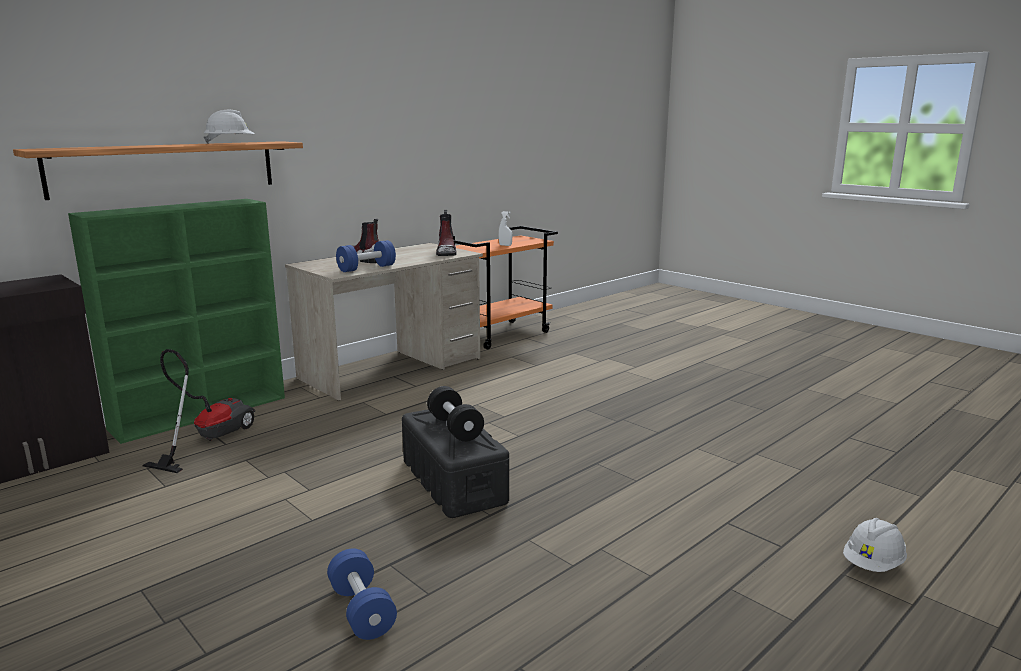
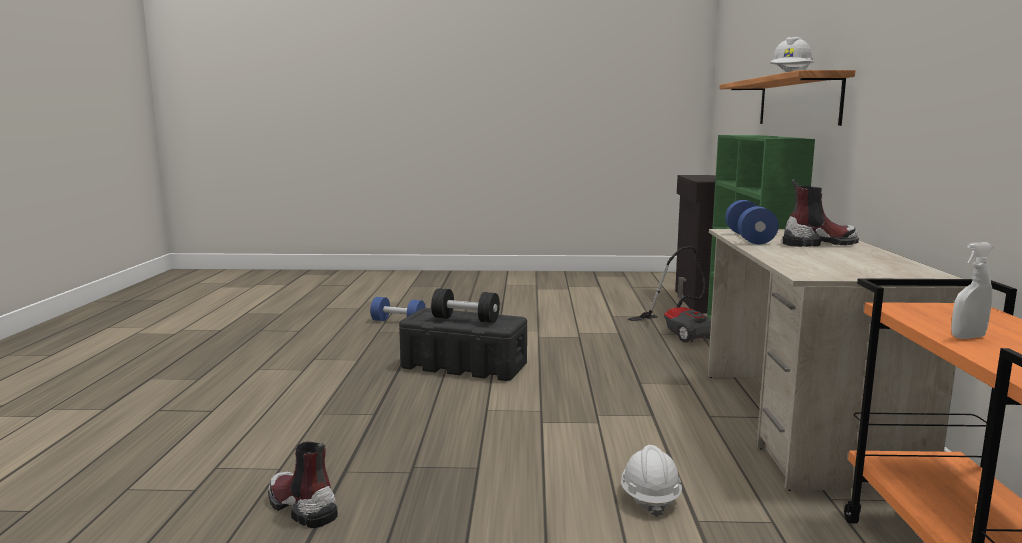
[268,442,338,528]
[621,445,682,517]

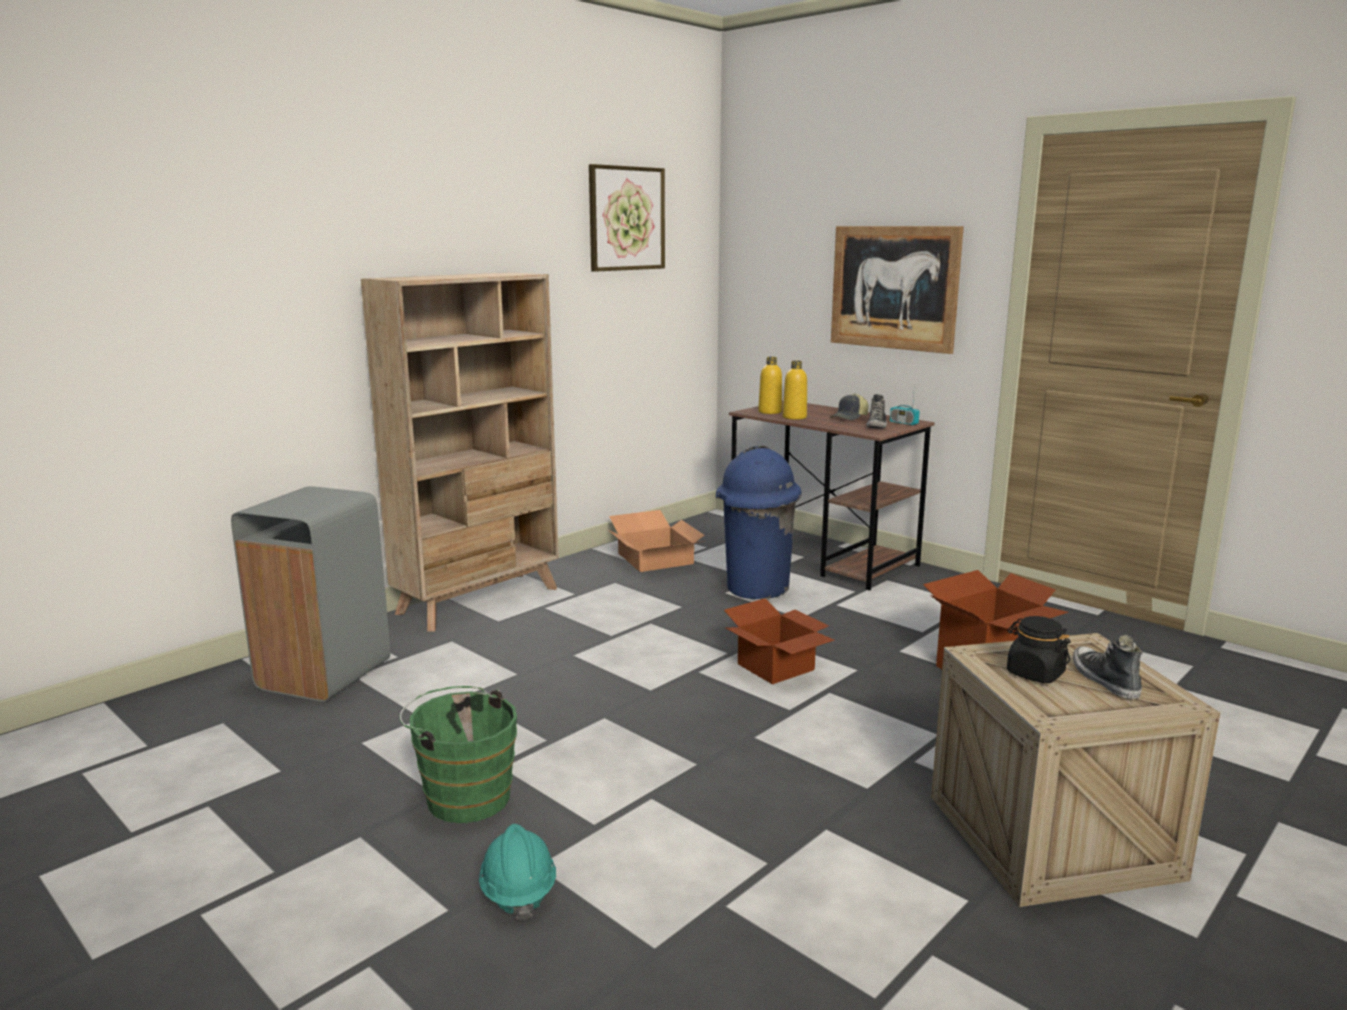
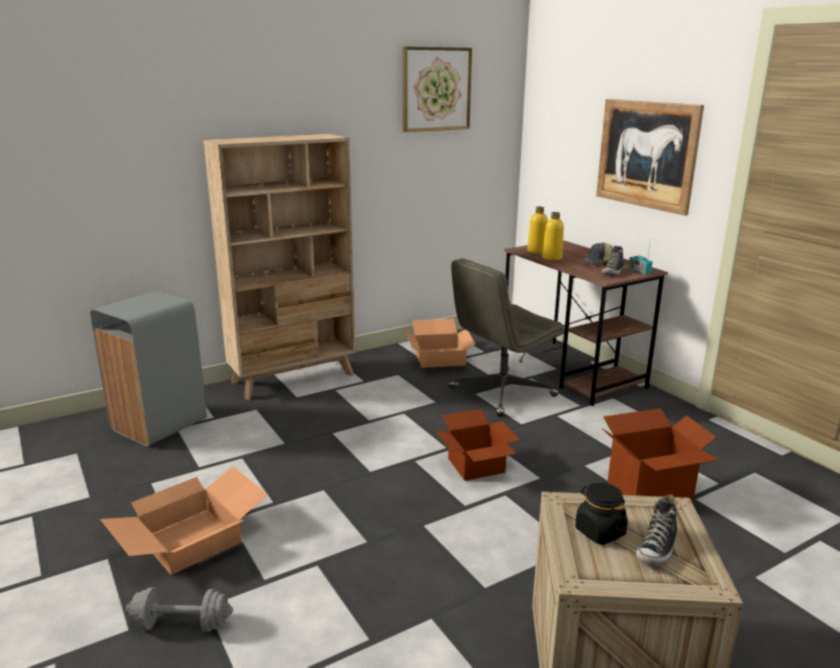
[449,258,565,416]
[636,494,678,566]
[100,466,268,575]
[126,588,233,632]

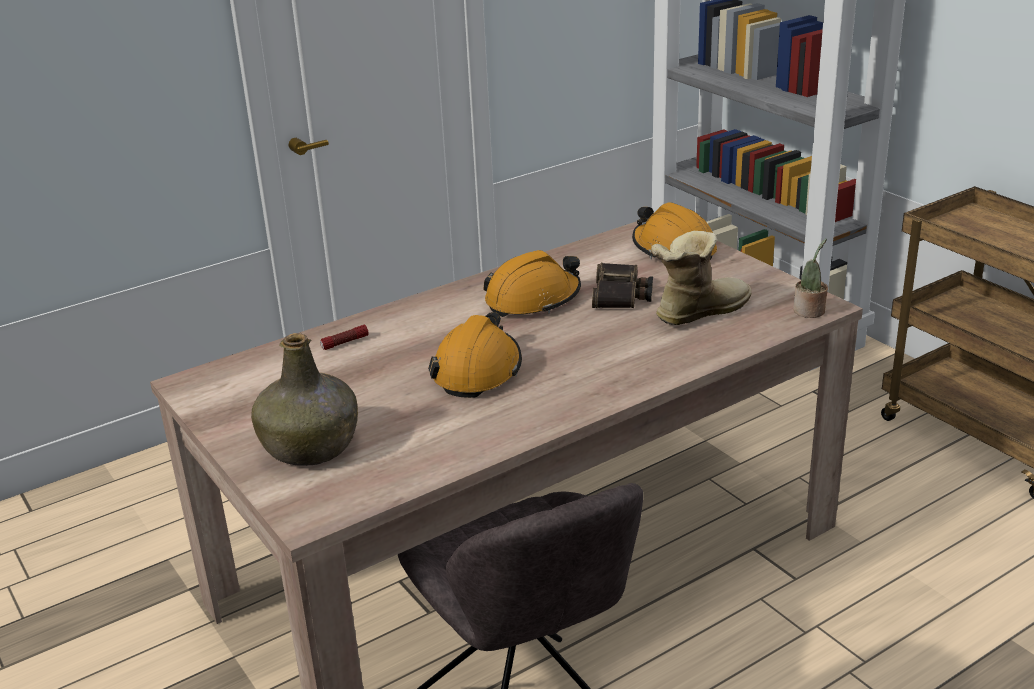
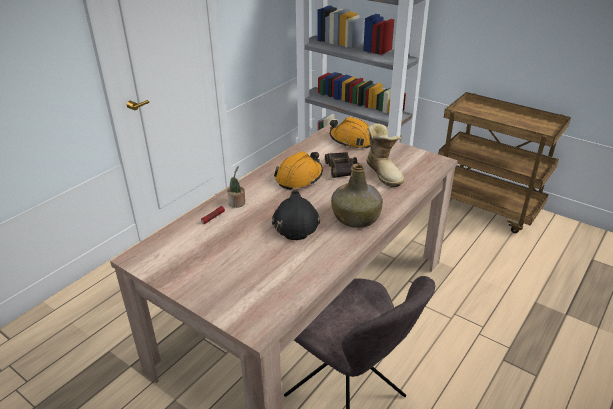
[366,123,404,187]
[227,166,245,208]
[272,190,320,240]
[331,163,383,228]

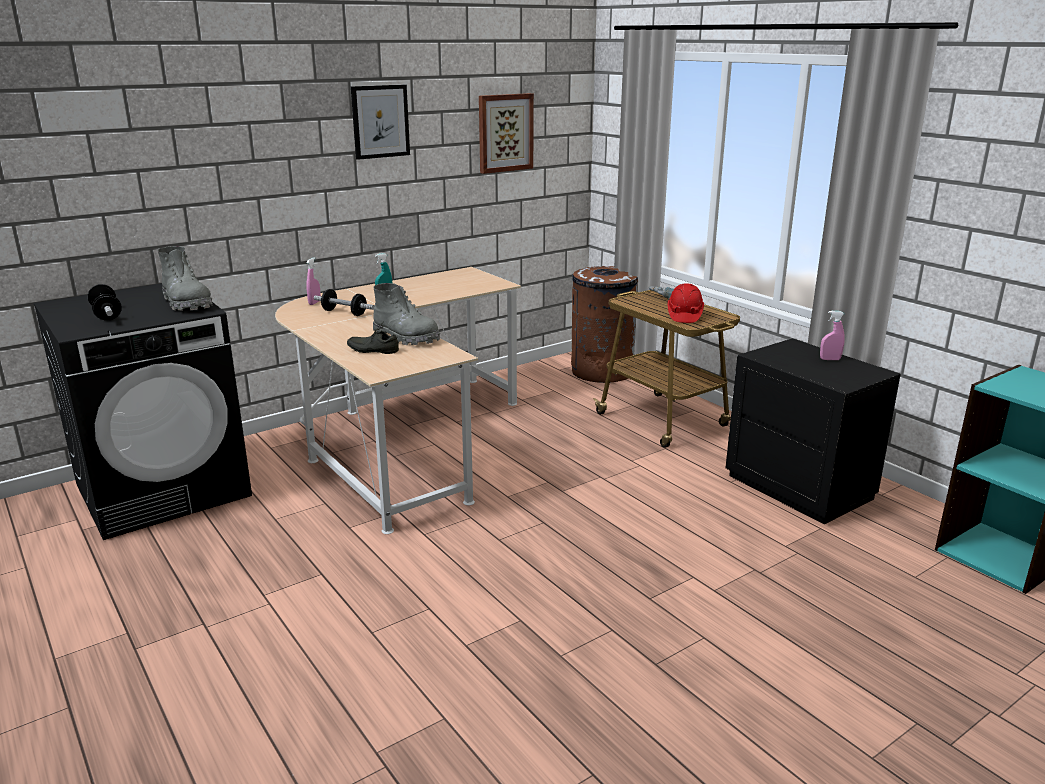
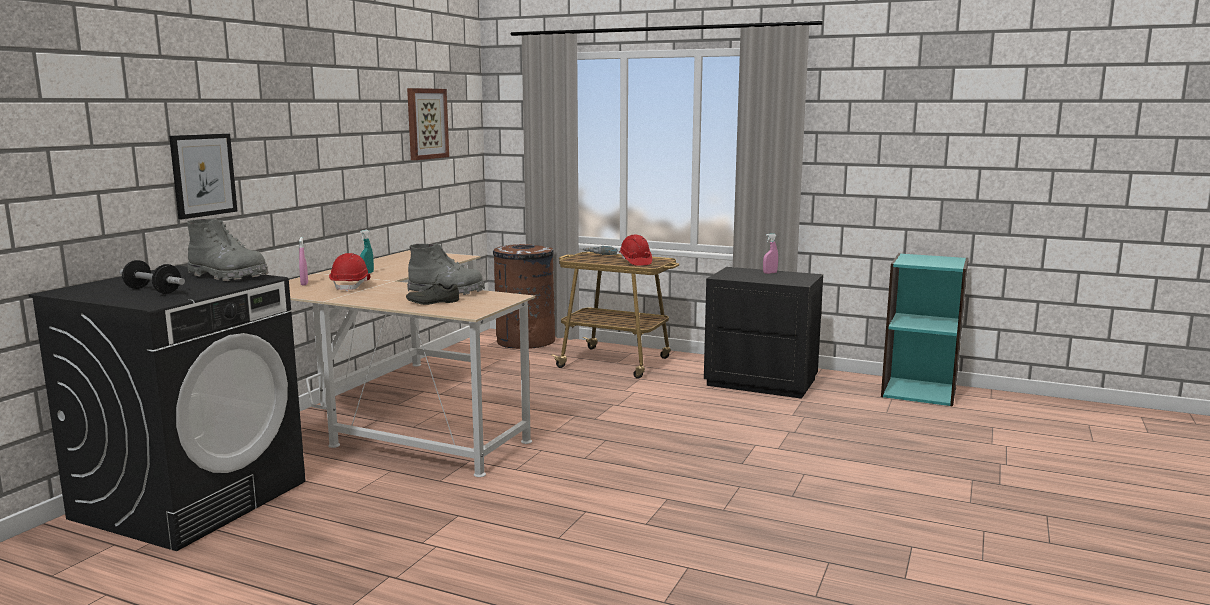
[169,134,238,219]
[329,253,370,292]

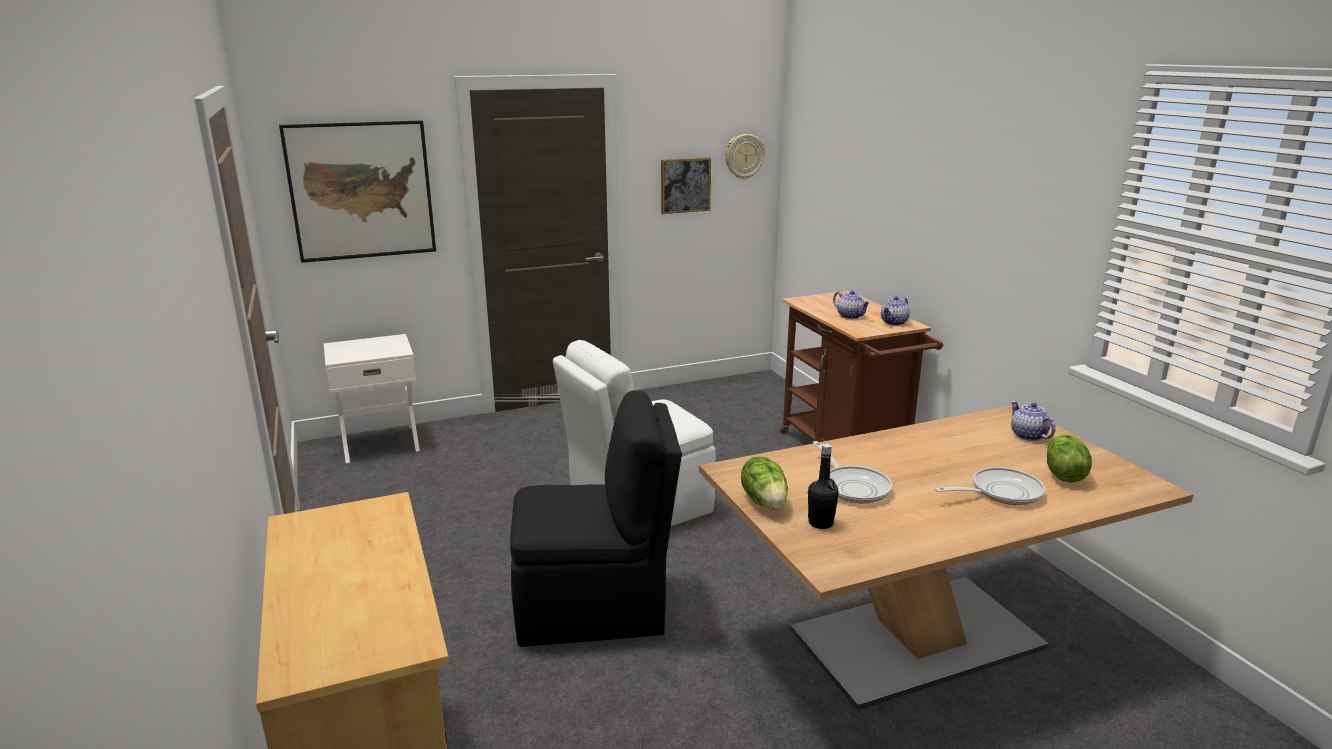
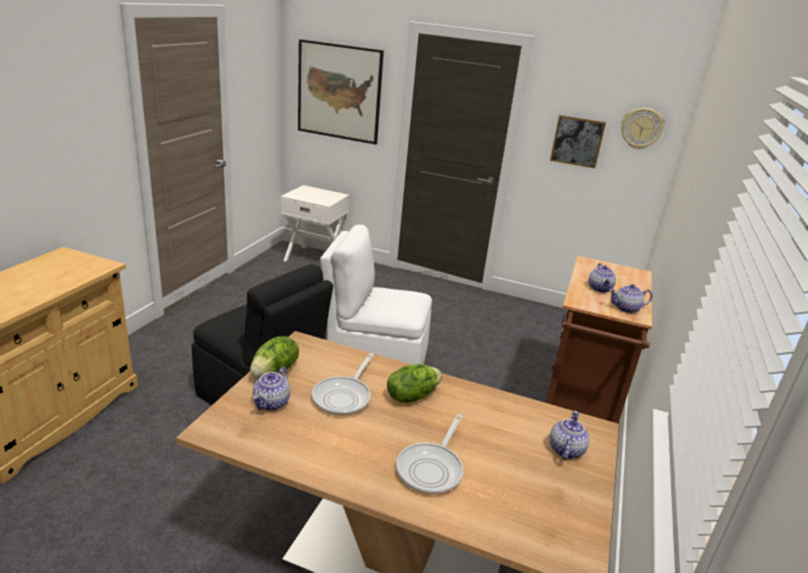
[387,364,442,403]
[253,367,290,410]
[396,414,464,494]

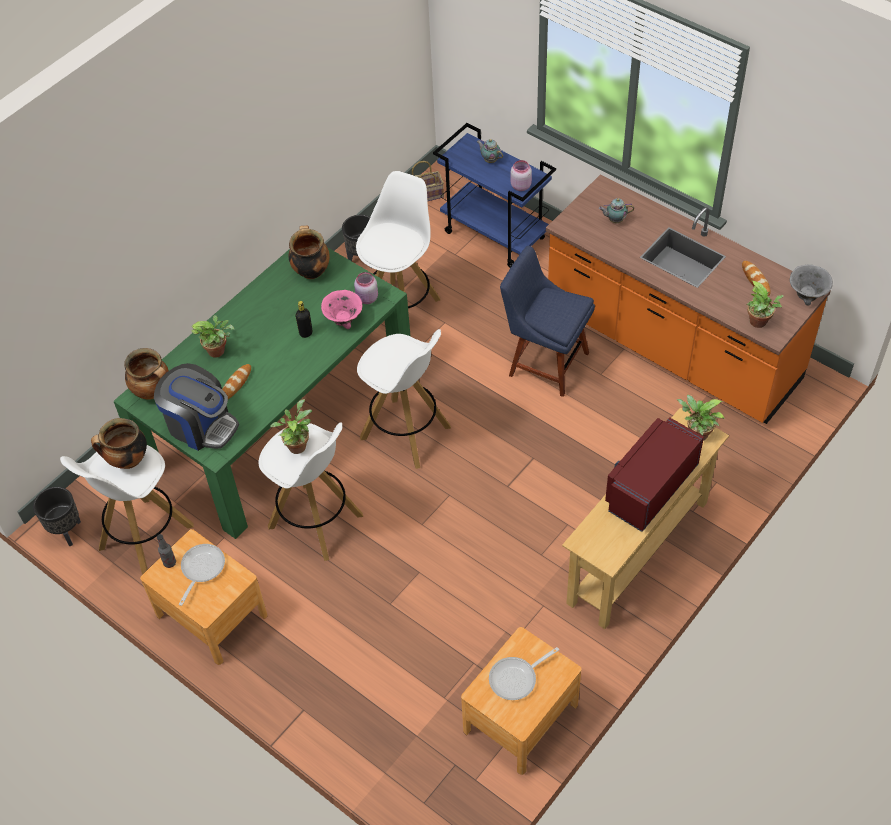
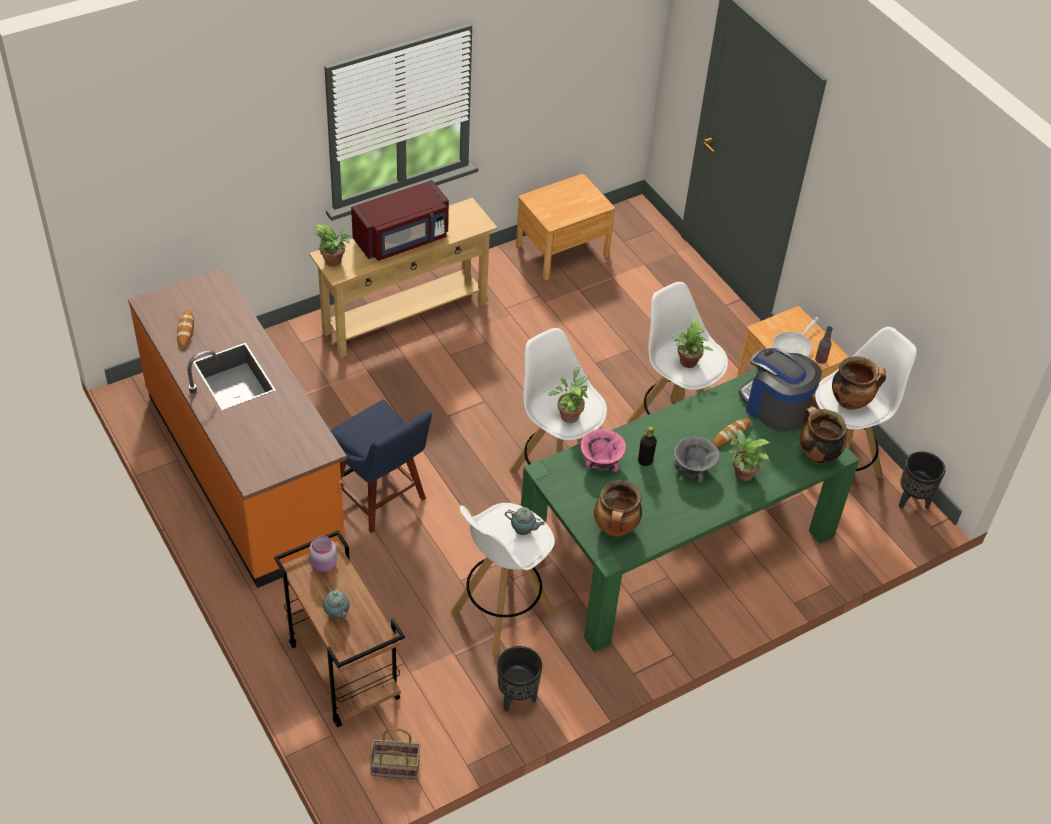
[274,530,405,728]
[505,507,545,535]
[674,437,720,483]
[354,272,378,304] (first image)
[548,367,589,423]
[489,647,559,700] (first image)

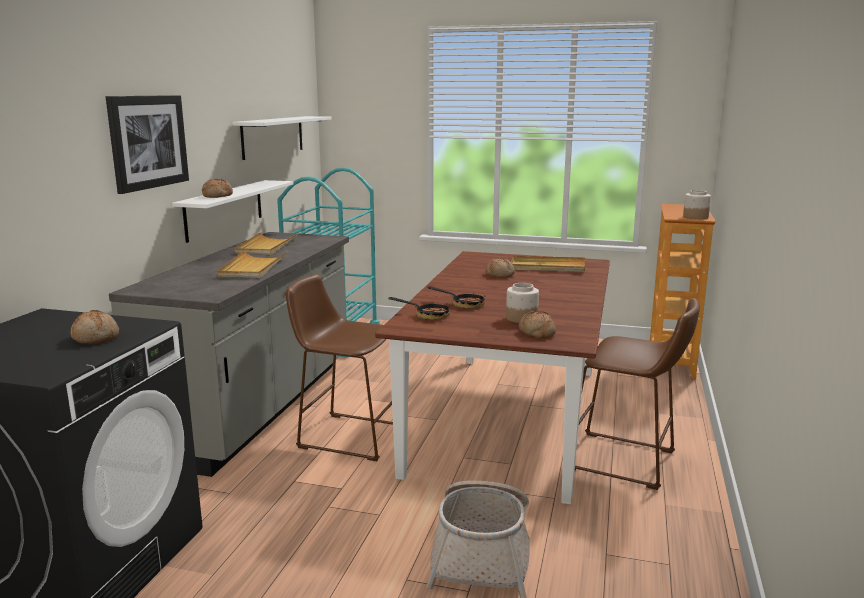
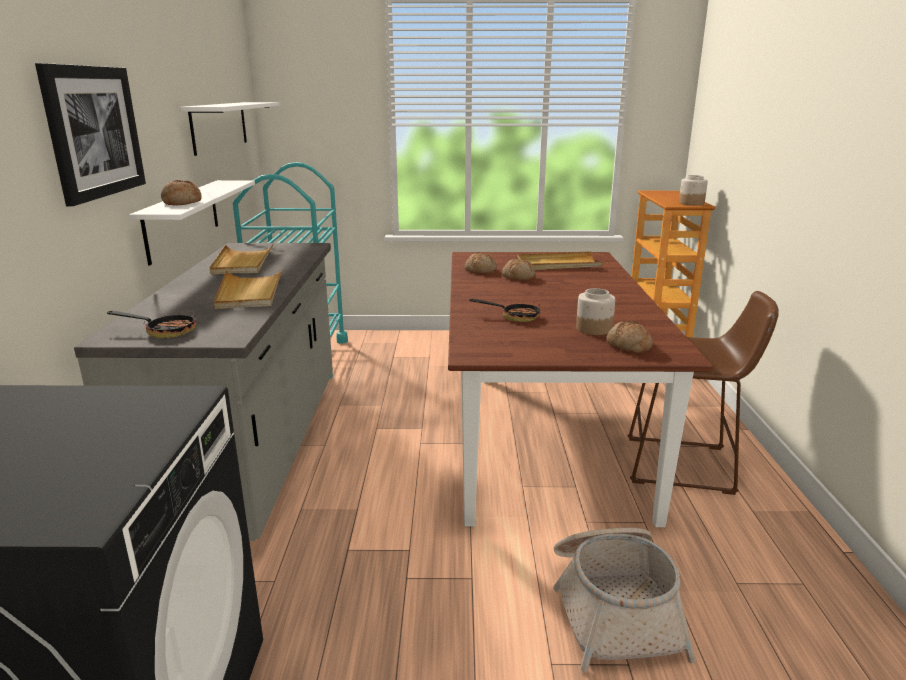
[286,274,393,461] (first image)
[107,311,196,338]
[465,252,497,274]

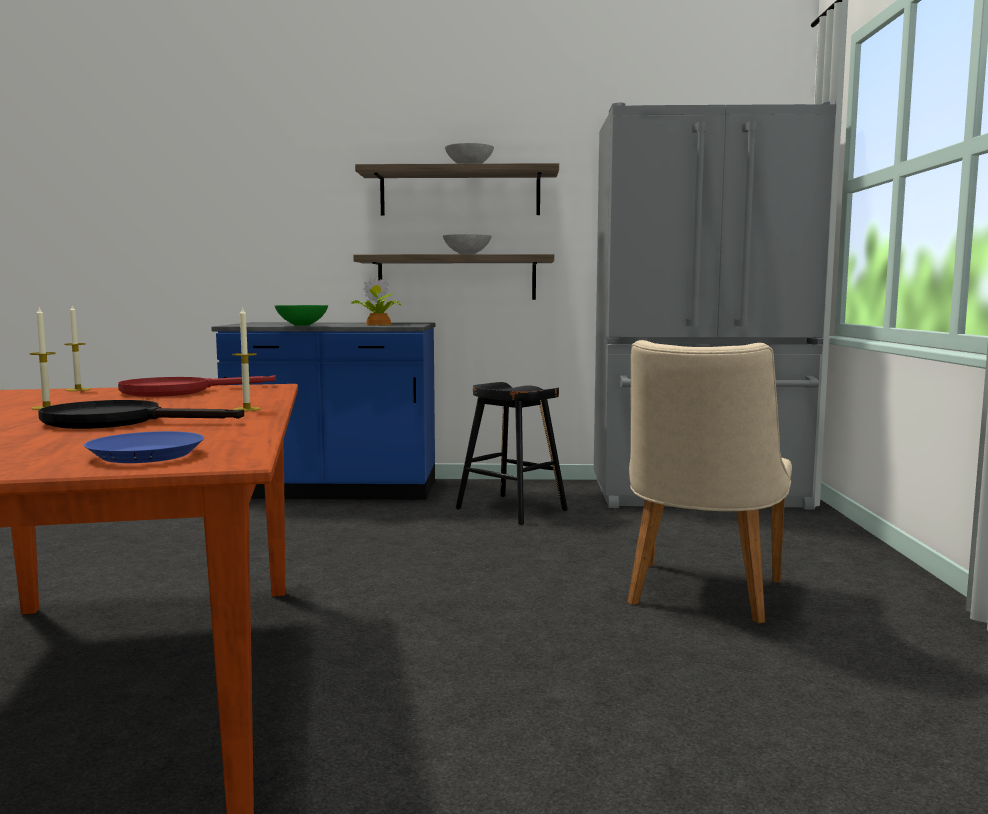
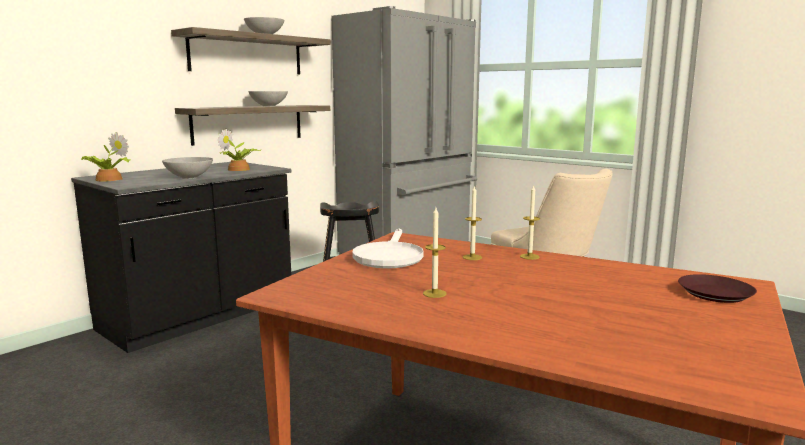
[463,185,482,260]
[162,157,213,179]
[71,162,291,353]
[352,229,424,268]
[38,400,244,429] (first image)
[678,274,757,303]
[81,132,131,181]

